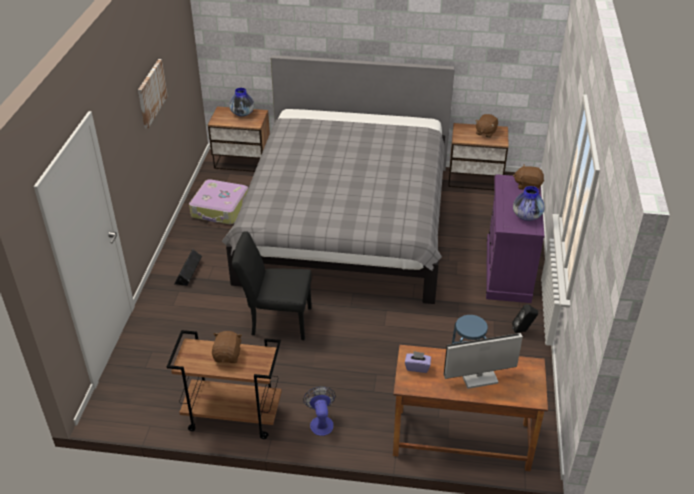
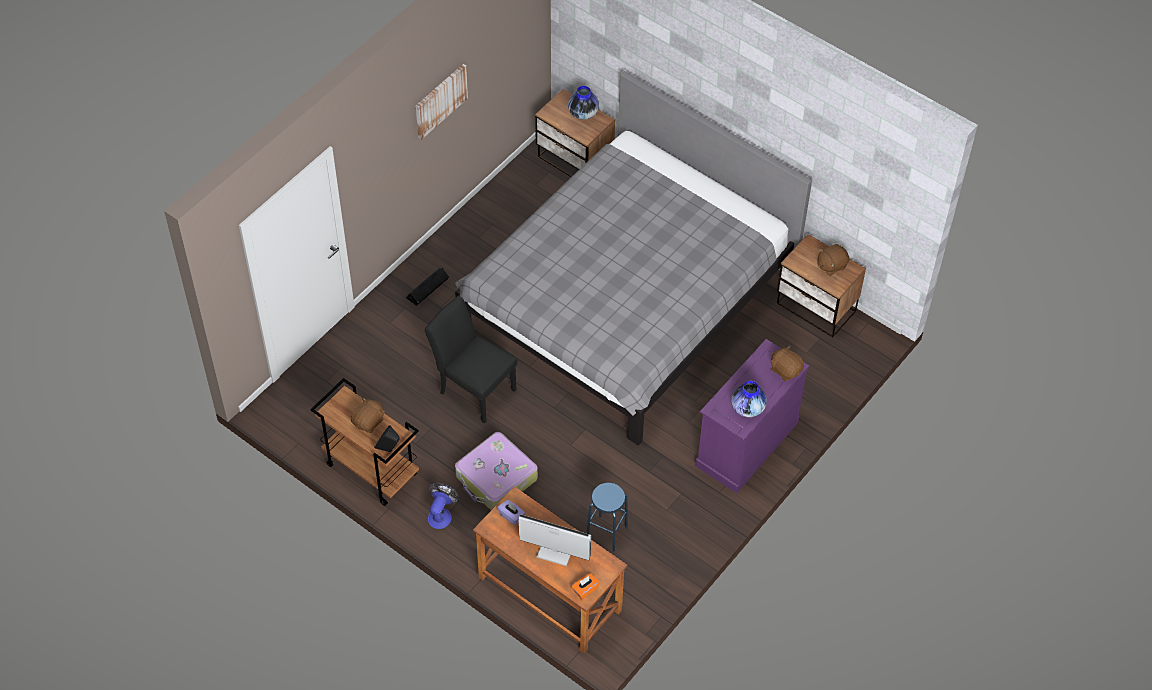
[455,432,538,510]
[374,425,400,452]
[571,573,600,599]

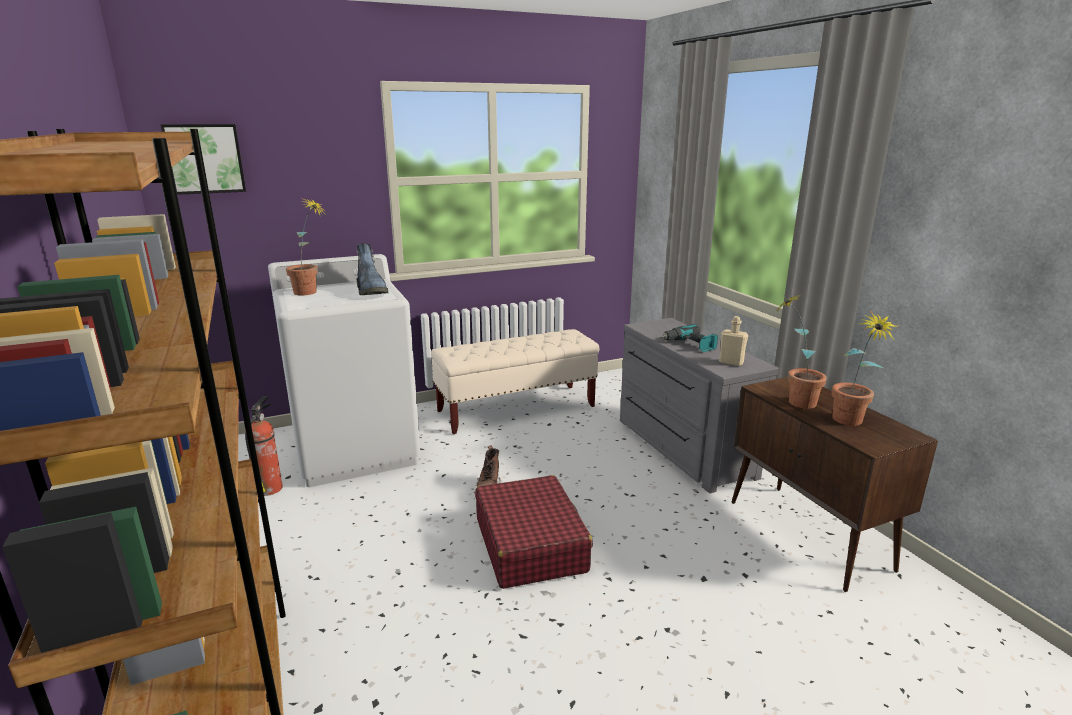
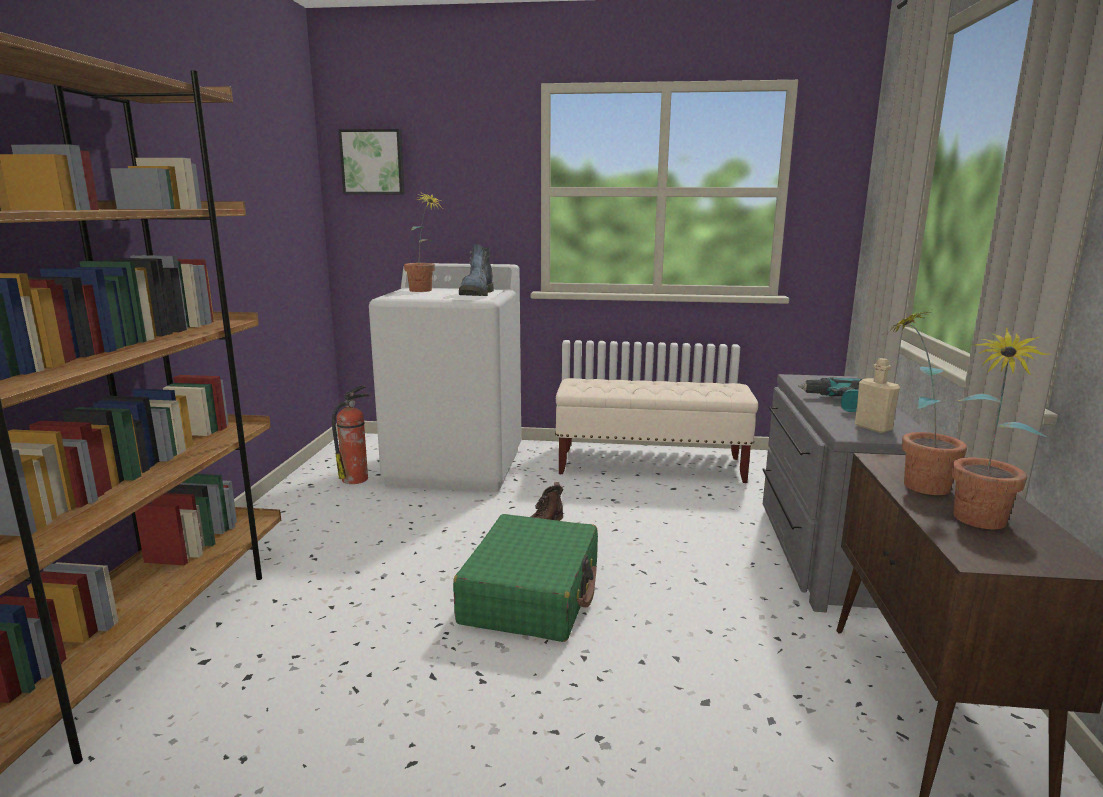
[453,514,598,642]

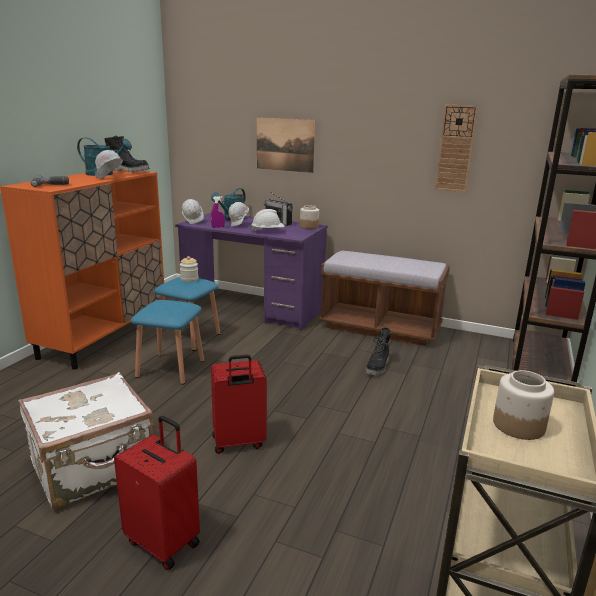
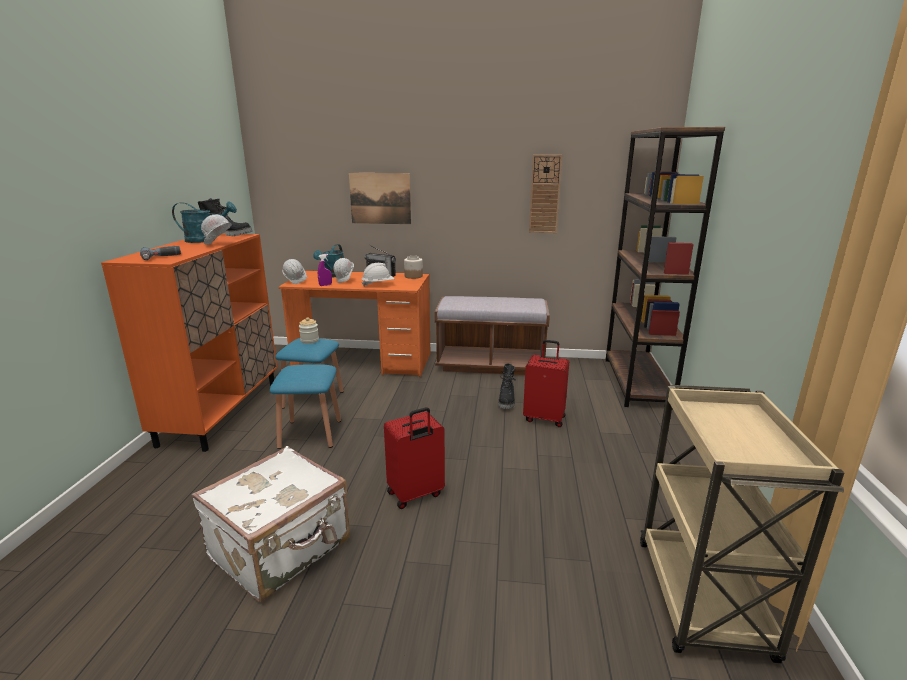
[279,270,430,377]
[493,370,554,440] (first image)
[523,340,569,427]

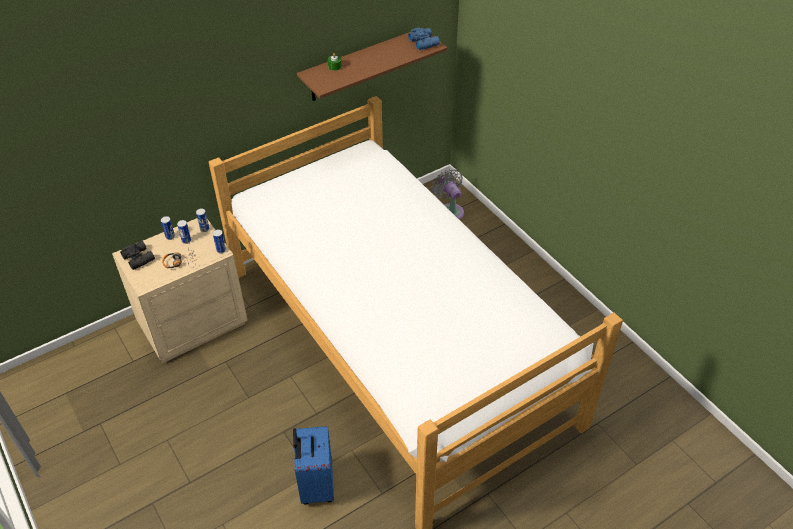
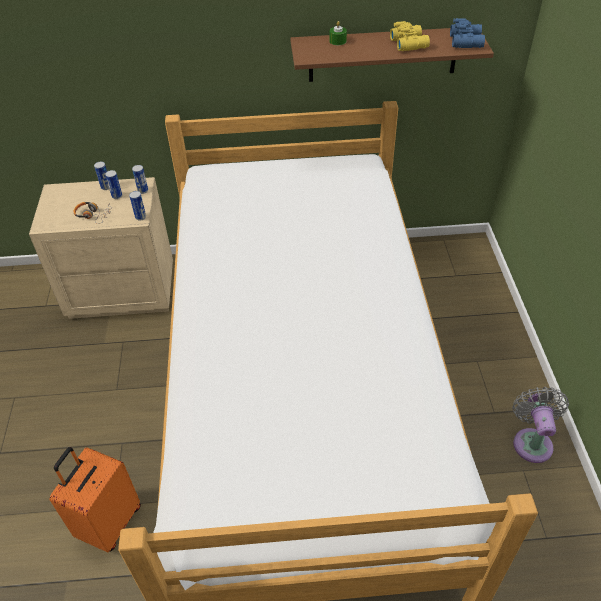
[512,387,569,463]
[120,241,155,270] (first image)
[50,447,141,552]
[390,21,430,51]

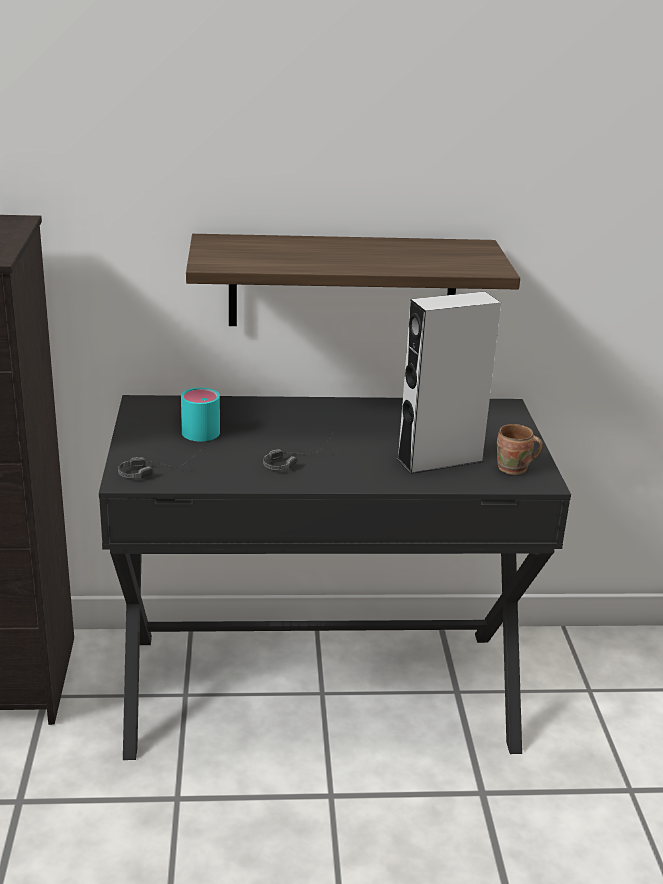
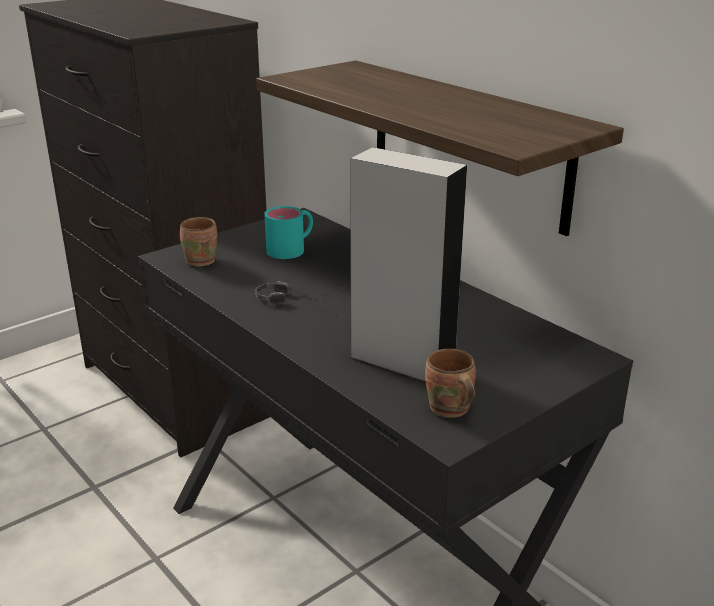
[180,217,217,267]

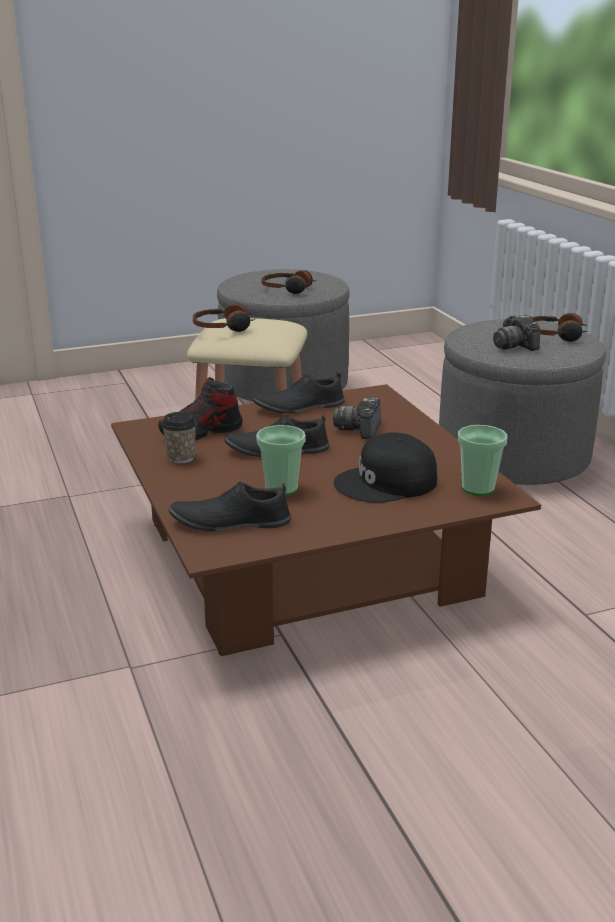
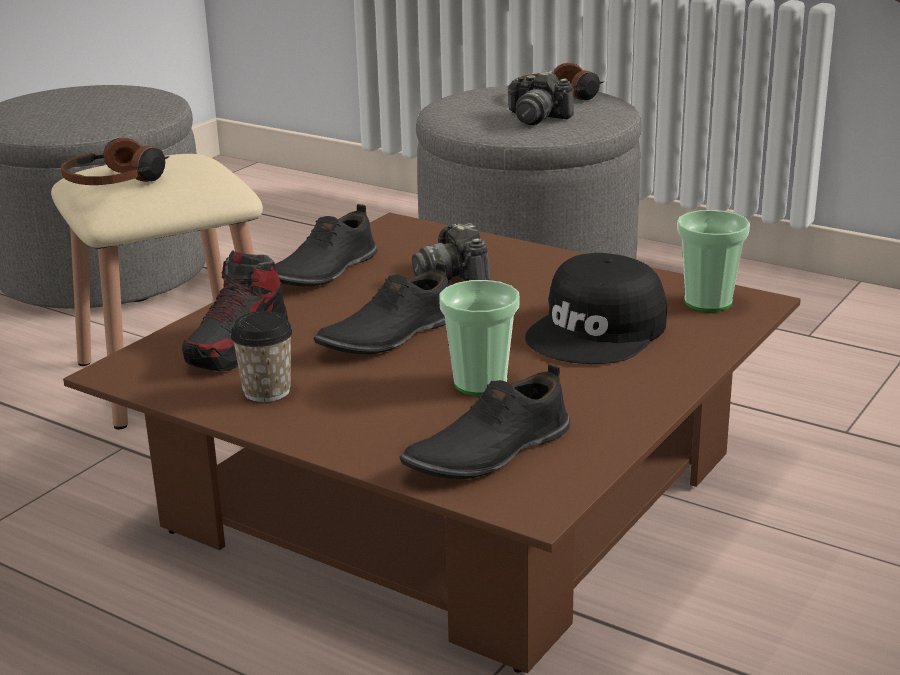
[262,270,315,294] (first image)

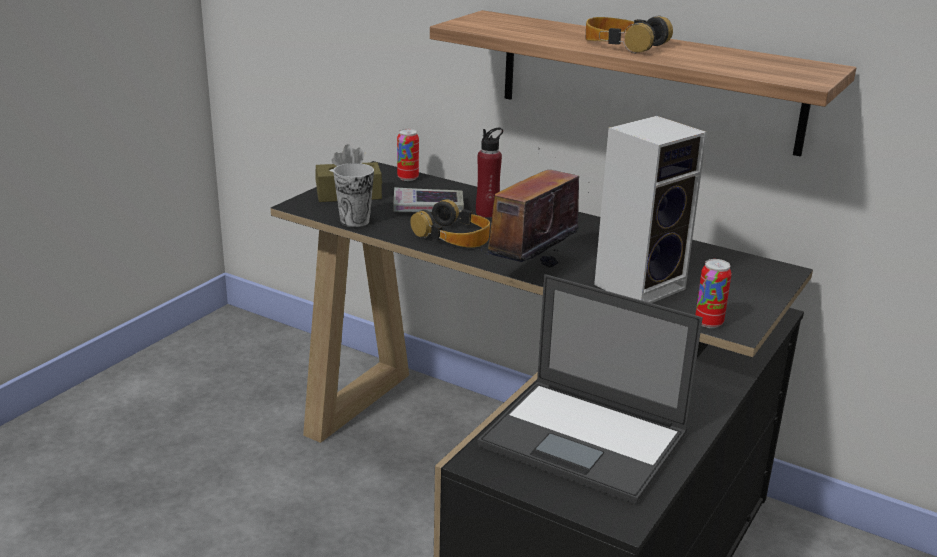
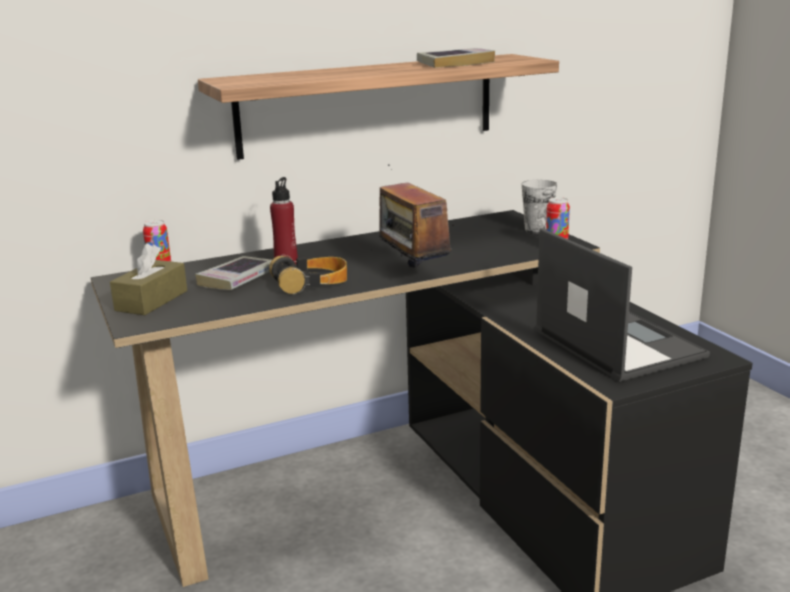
[585,15,673,53] (first image)
[594,116,707,303] (first image)
[522,180,557,233]
[535,228,710,382]
[417,48,495,68]

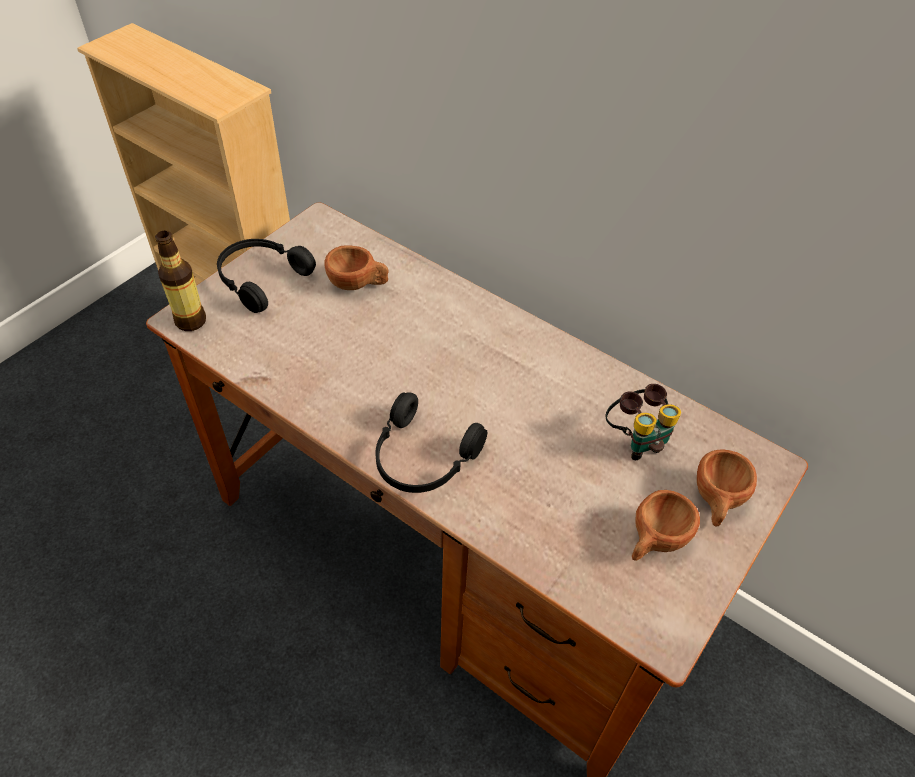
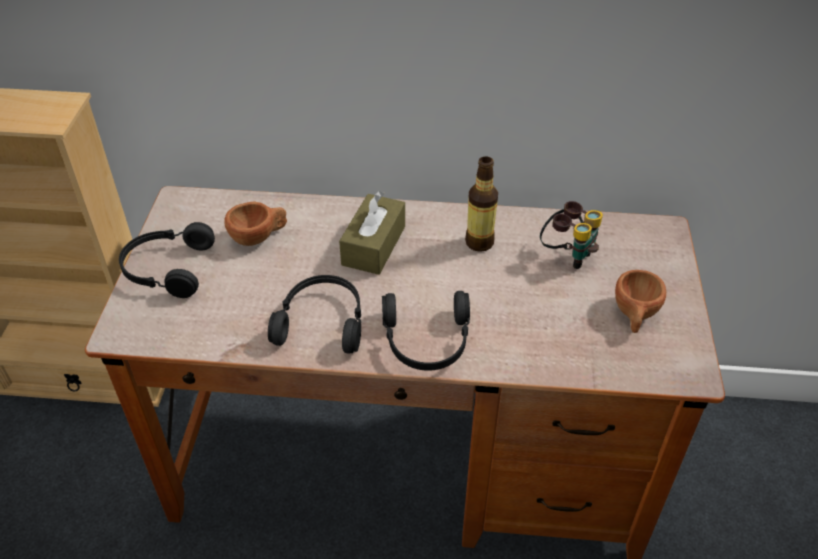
[465,156,498,252]
[697,450,757,527] (first image)
[339,191,405,275]
[268,275,361,354]

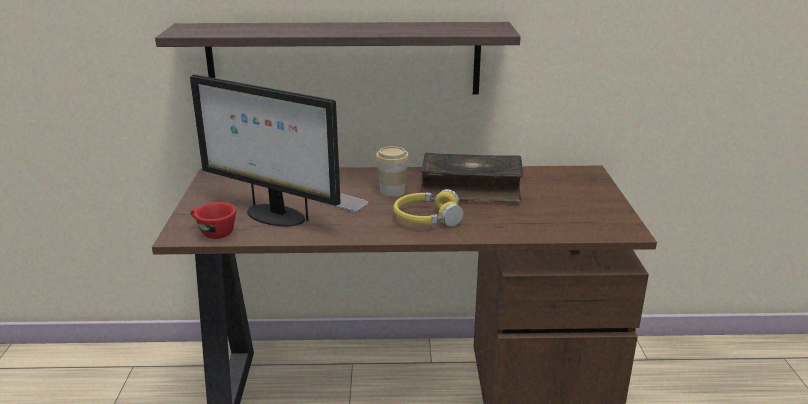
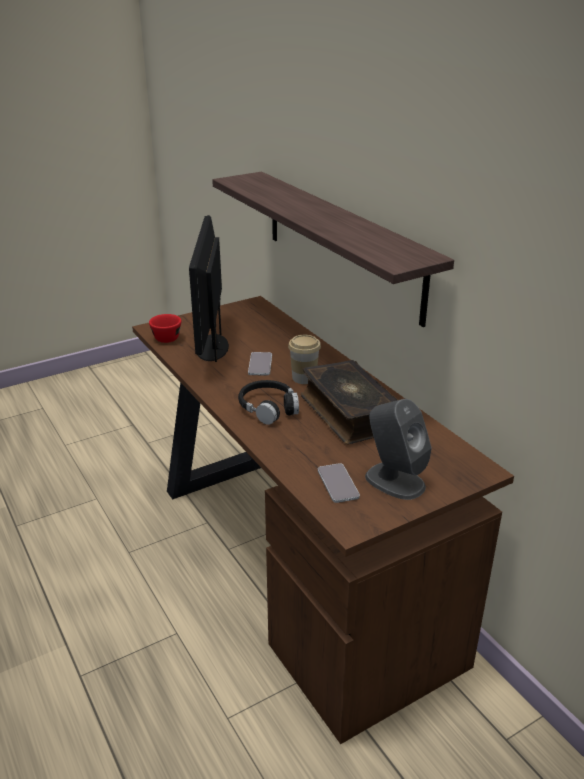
[238,380,299,425]
[365,399,432,500]
[318,463,360,503]

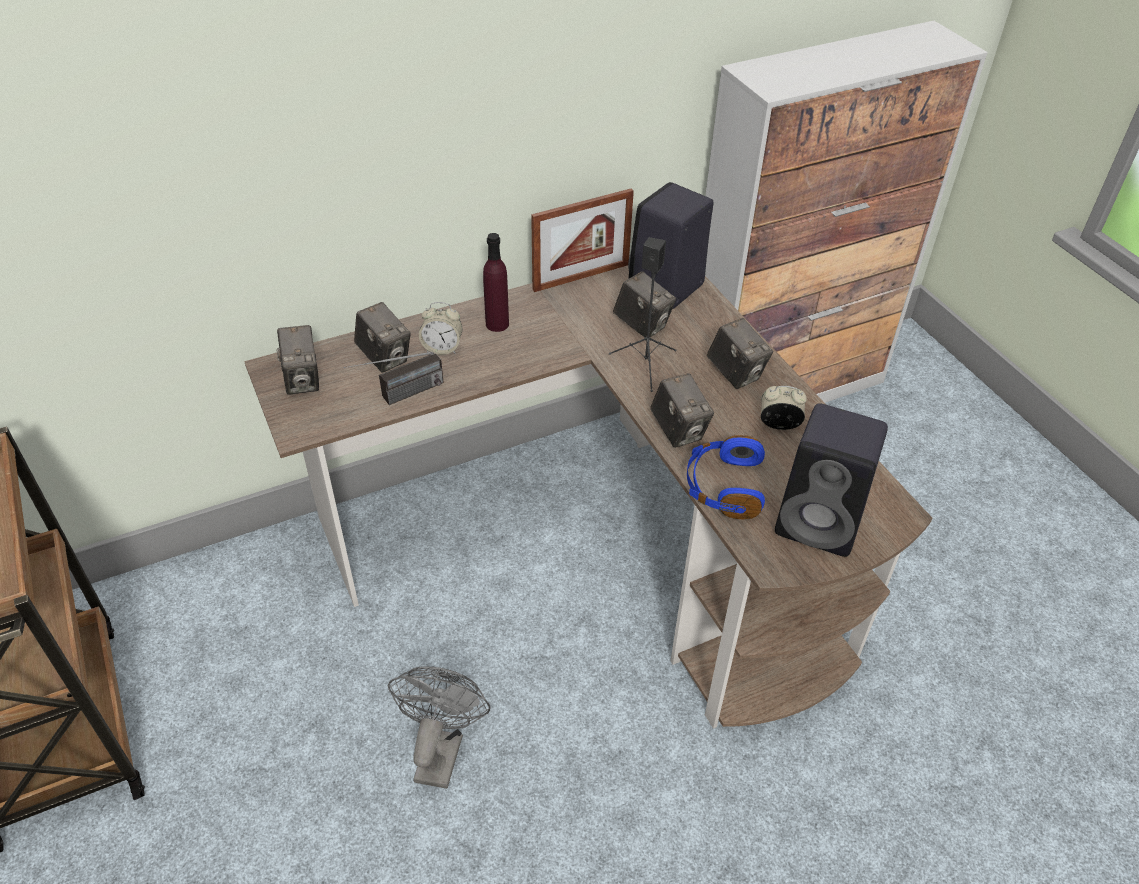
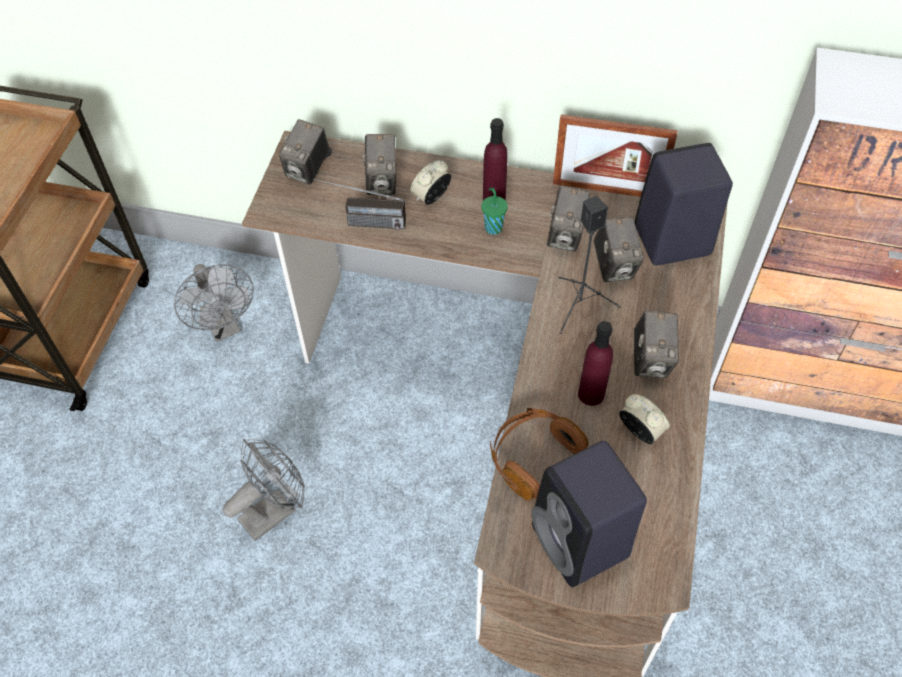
[411,160,451,205]
[547,186,590,252]
[490,408,589,500]
[482,188,508,235]
[174,264,254,342]
[578,321,613,406]

